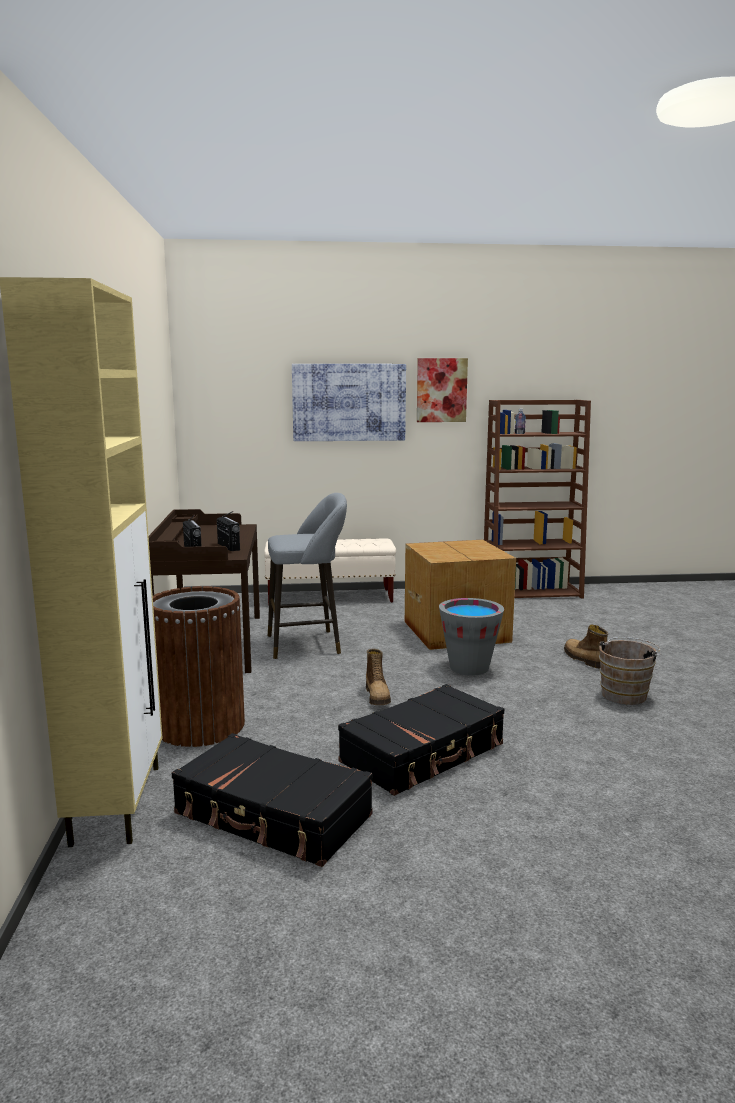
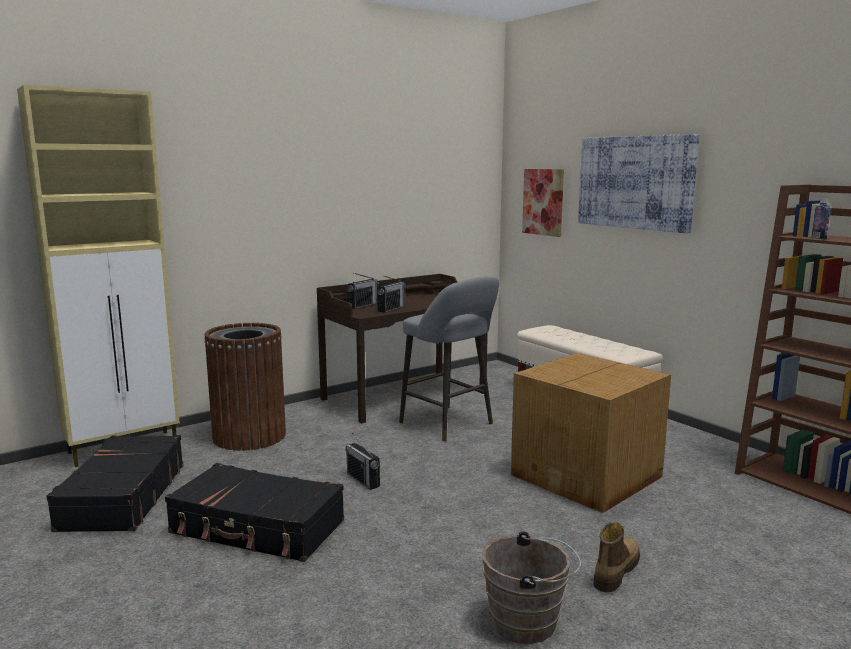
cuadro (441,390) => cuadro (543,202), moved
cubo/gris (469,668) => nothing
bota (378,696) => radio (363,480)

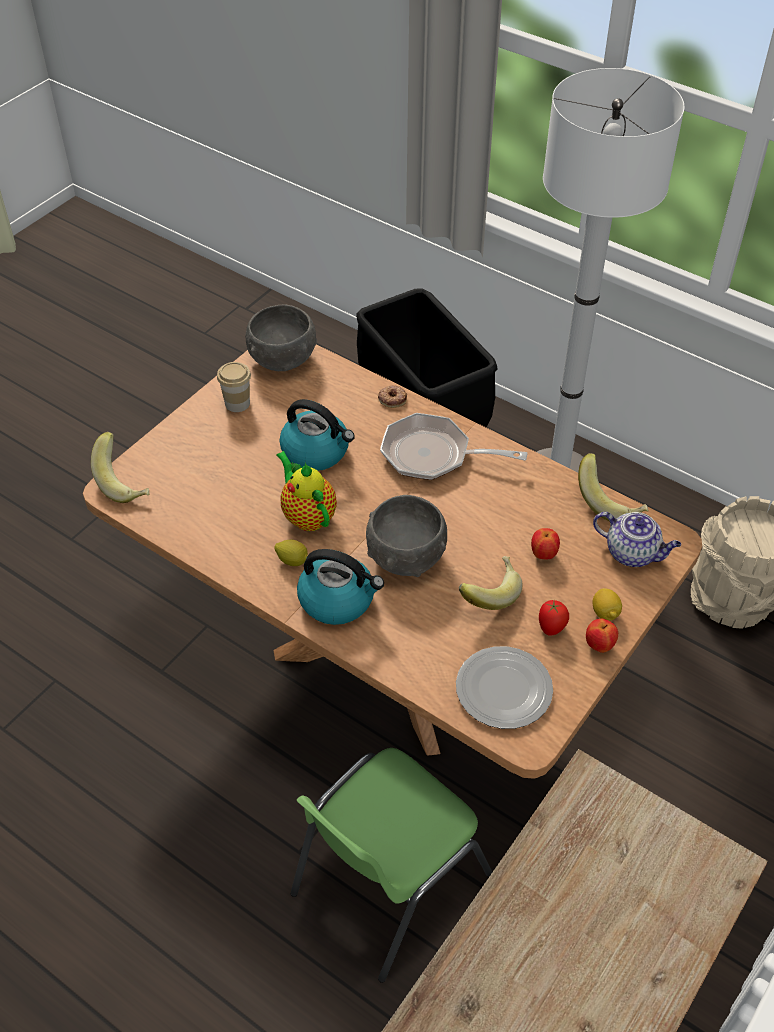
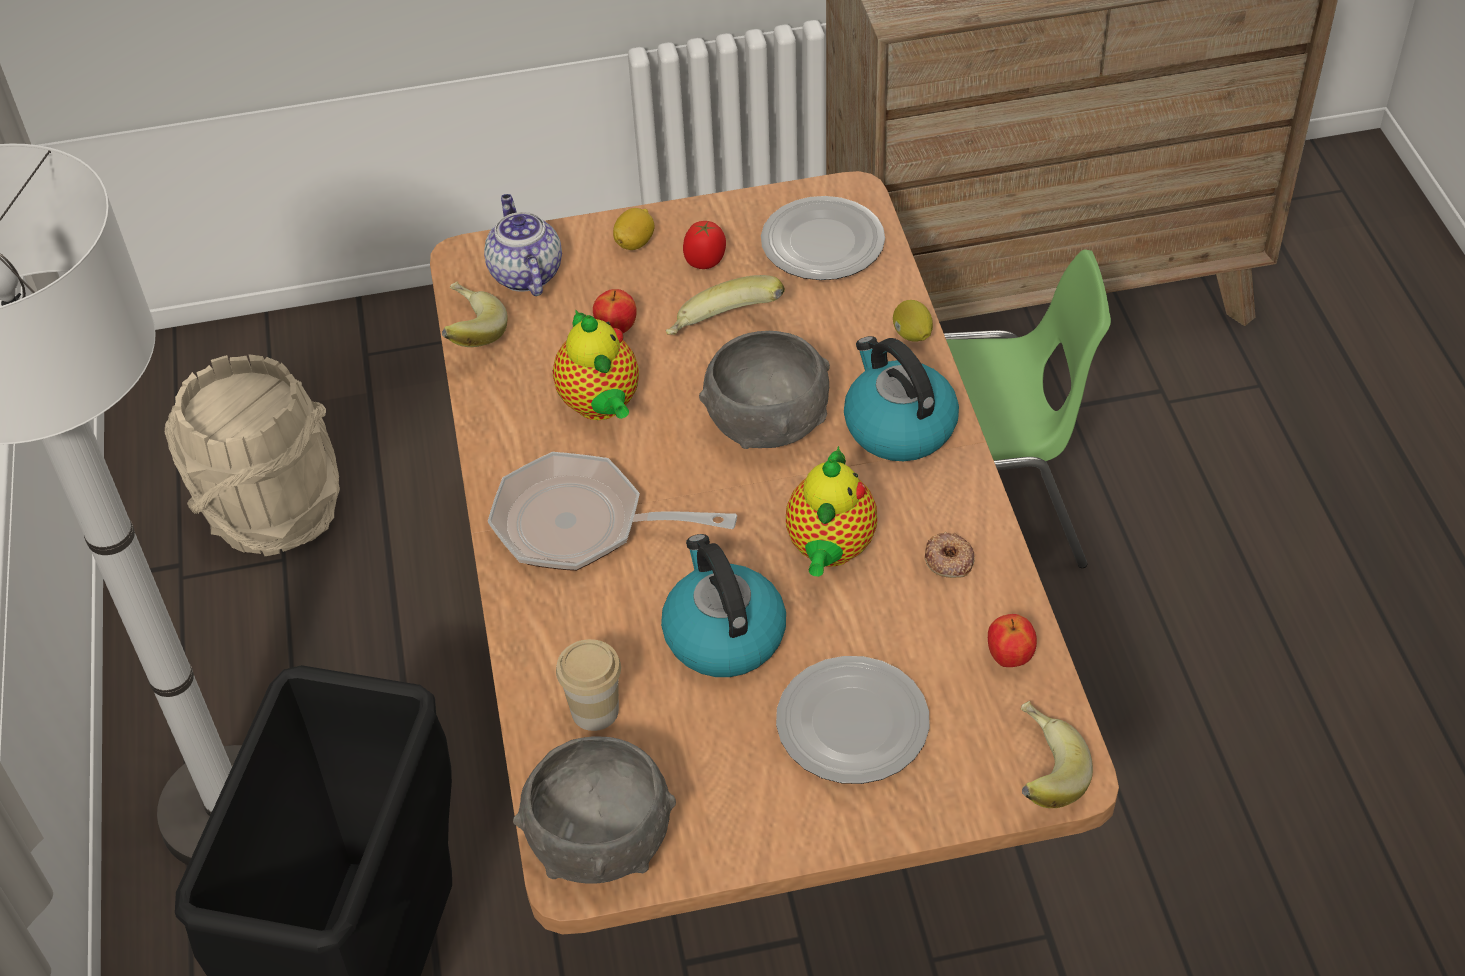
taza (237,403) => taza (595,710), moved
rosquilla (392,398) => rosquilla (948,560), moved
sartén (433,455) => sartén (582,524), 135 degrees clockwise
limón (292,560) => limón (912,335), moved
manzana (599,646) => manzana (1009,658), moved
nothing => tetera (601,406)
nothing => plato (851,722)

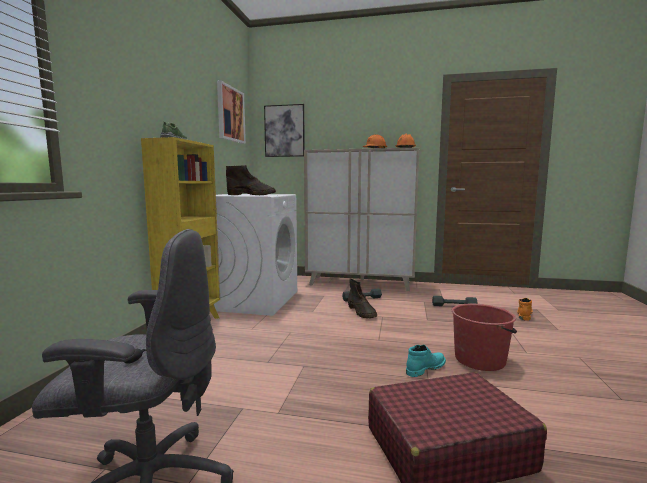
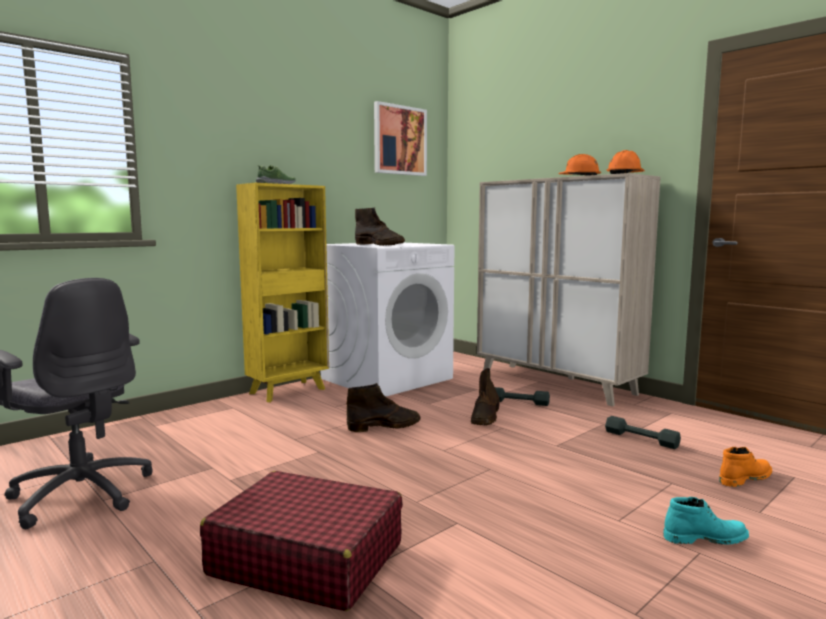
cuadro (284,131) => nothing
cubo/rojo (480,360) => nothing
bota/turquesa (425,368) => bota/turquesa (704,538), moved
nothing => bota/marrón (384,426)

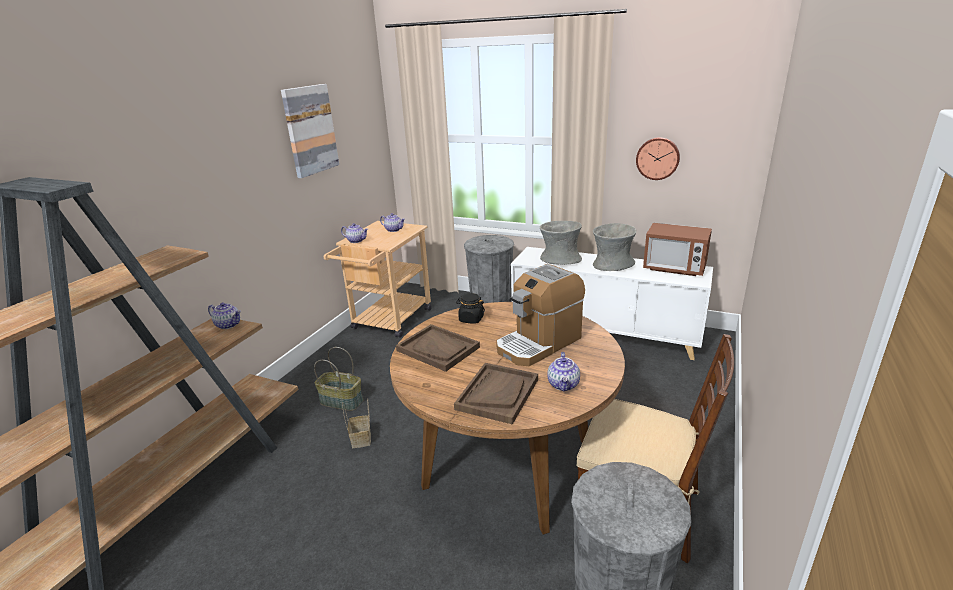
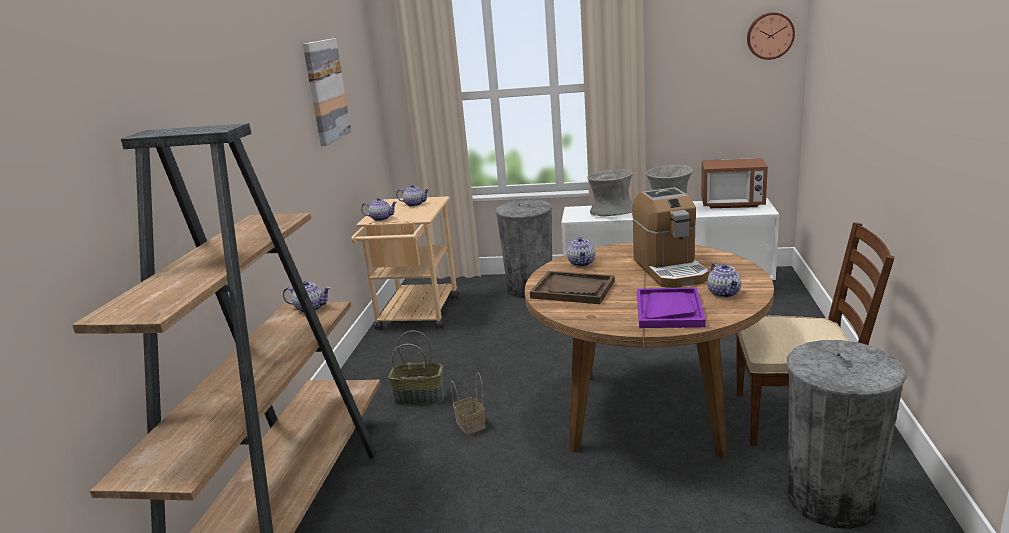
reloj de pared (657,158) => reloj de pared (770,36), moved
cafetera (538,343) => cafetera (670,269), 45 degrees counterclockwise
tarro/negro (471,319) => tetera (582,263)
bandeja/marrón (497,394) => bandeja/morado (669,310)

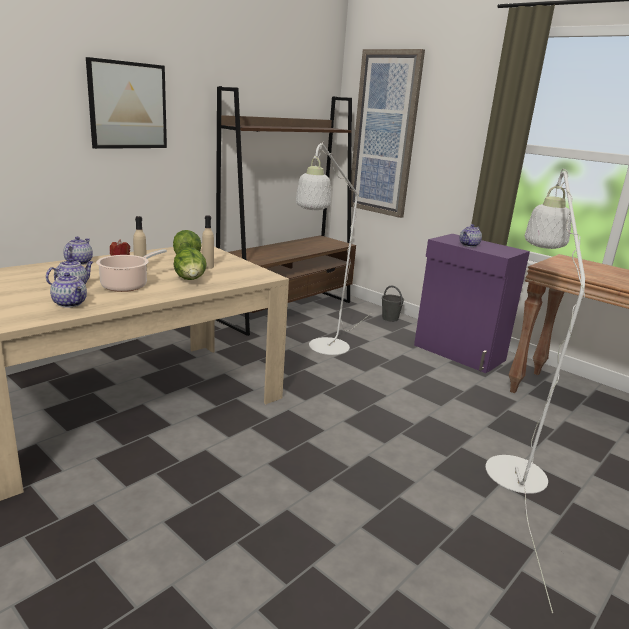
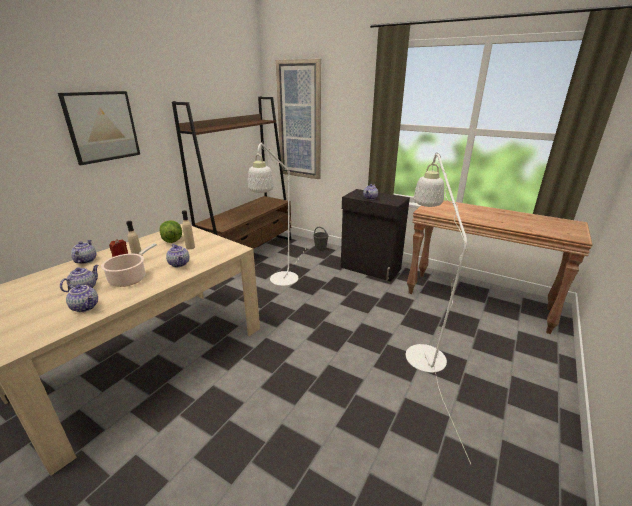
armario/morado (459,353) => armario/negro (370,268)
lechuga (190,280) => tetera (180,264)

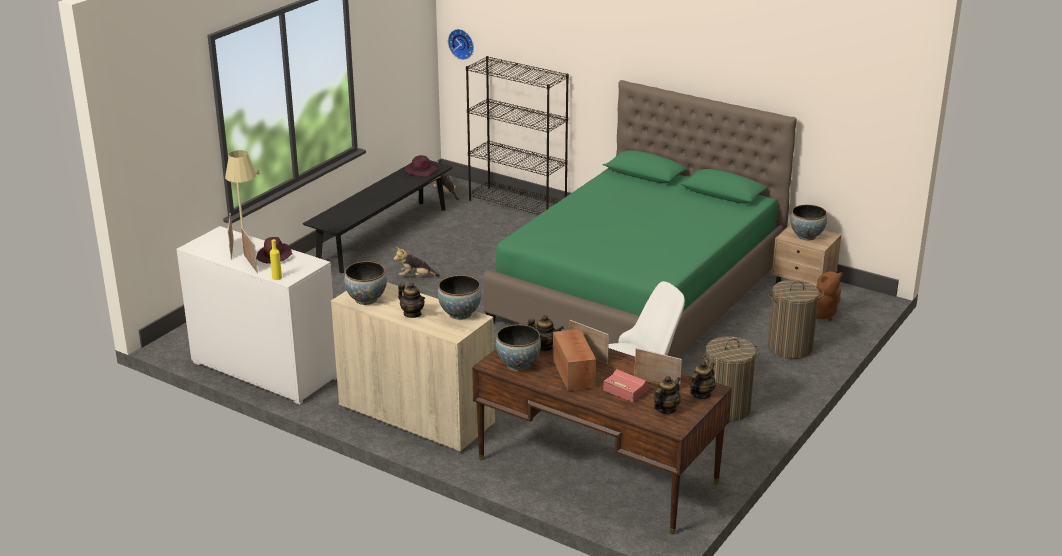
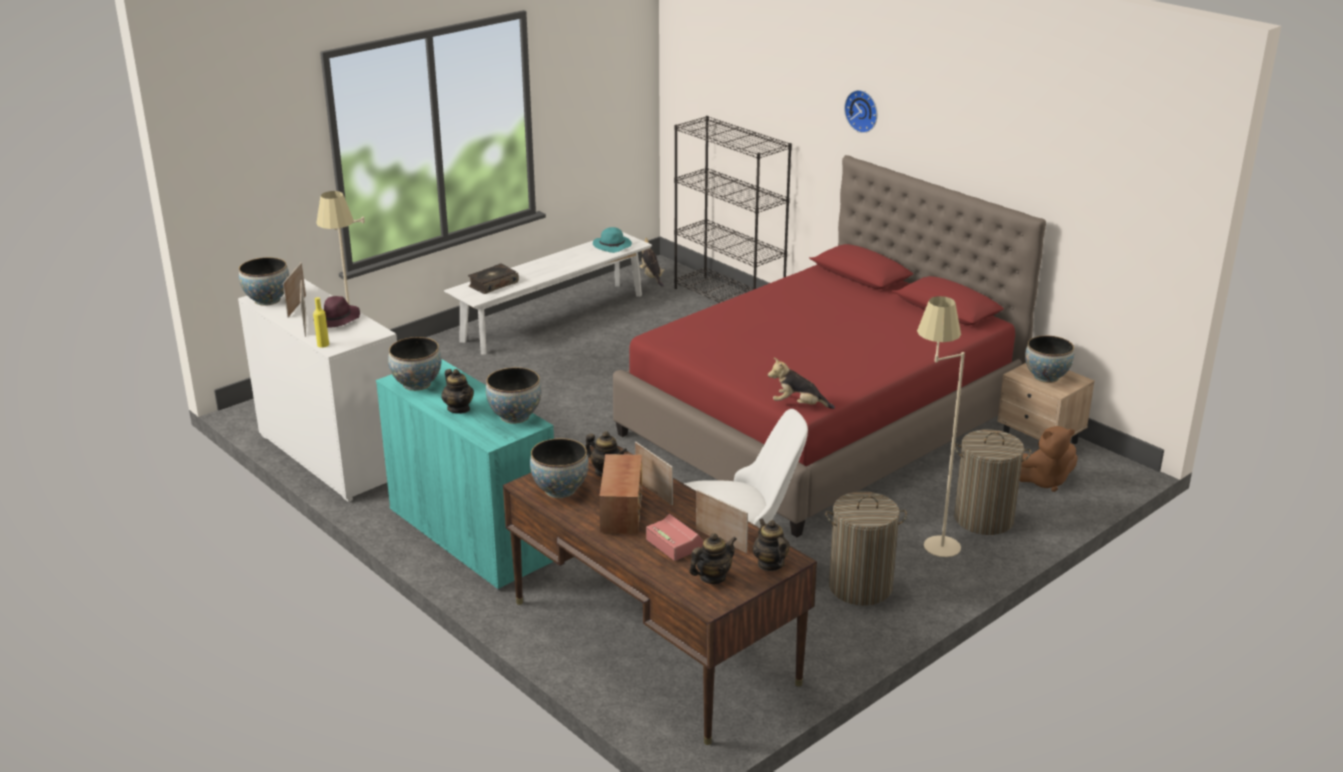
reloj de pared (462,43) => reloj de pared (863,110), moved
cama/verde (639,294) => cama/rojo (821,425)
sombrero/morado (421,171) => sombrero/turquesa (613,246)
banco/negro (383,236) => banco/blanco (553,317)
peluche (416,277) => peluche (798,405), moved
armario/beis (416,415) => armario/turquesa (473,535)
tetera (701,394) => tetera (770,564), 75 degrees counterclockwise
nothing => cuenco (267,300)
nothing => libro (493,284)
nothing => lámpara de pie/beis (928,539)

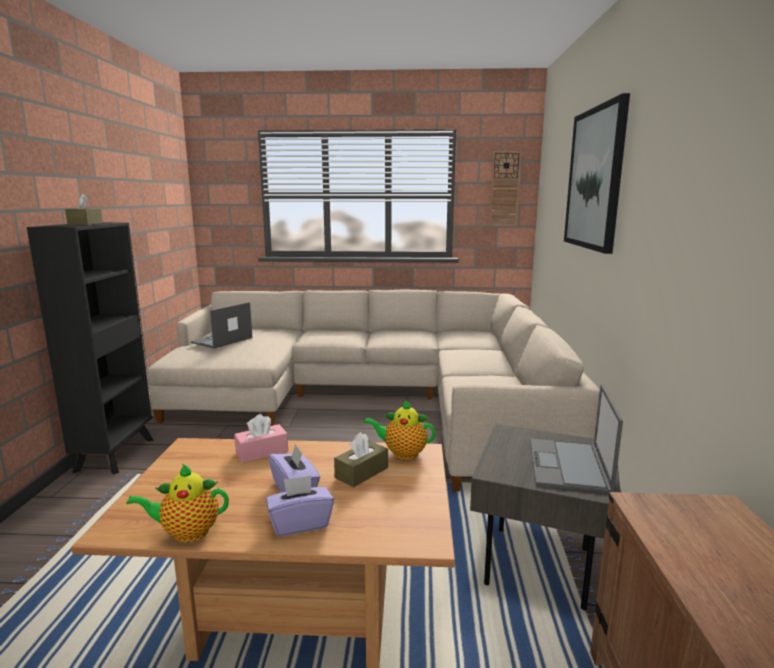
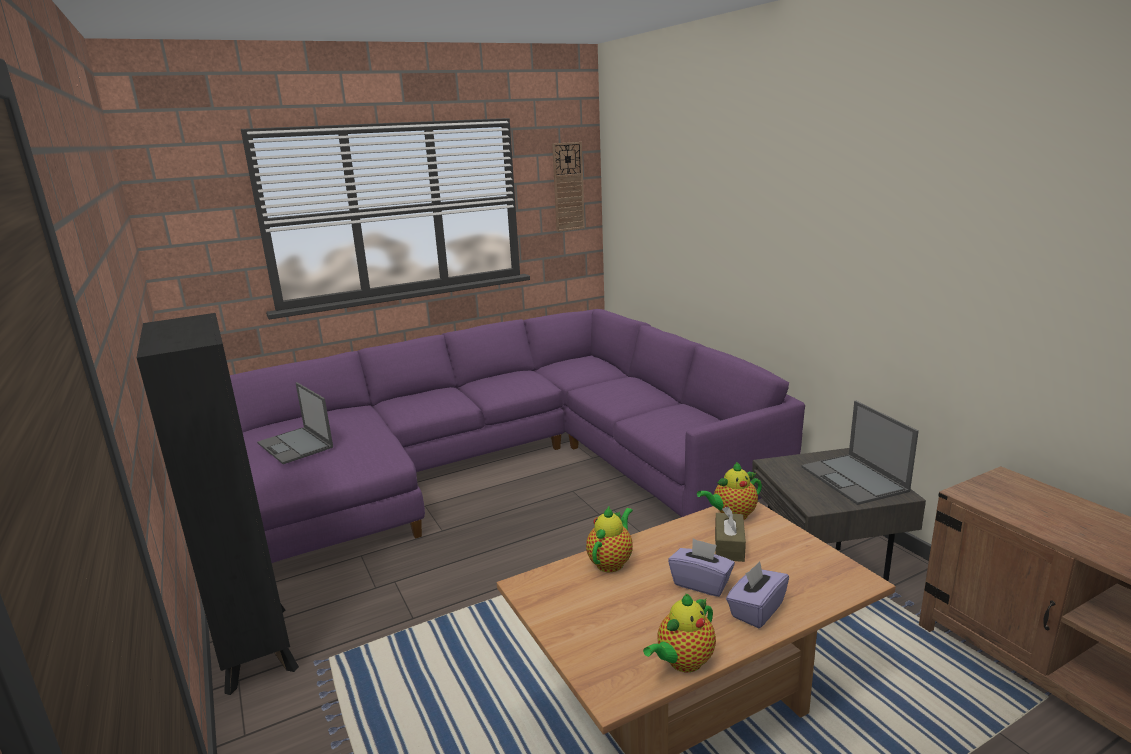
cuadro (595,179) => nothing
caja de pañuelos/marrón (85,224) => nothing
sofá/beis (375,400) => sofá/morado (501,467)
portátil (222,340) => portátil (296,445), 45 degrees counterclockwise
caja de pañuelos/rosa (262,452) => tetera (611,562)

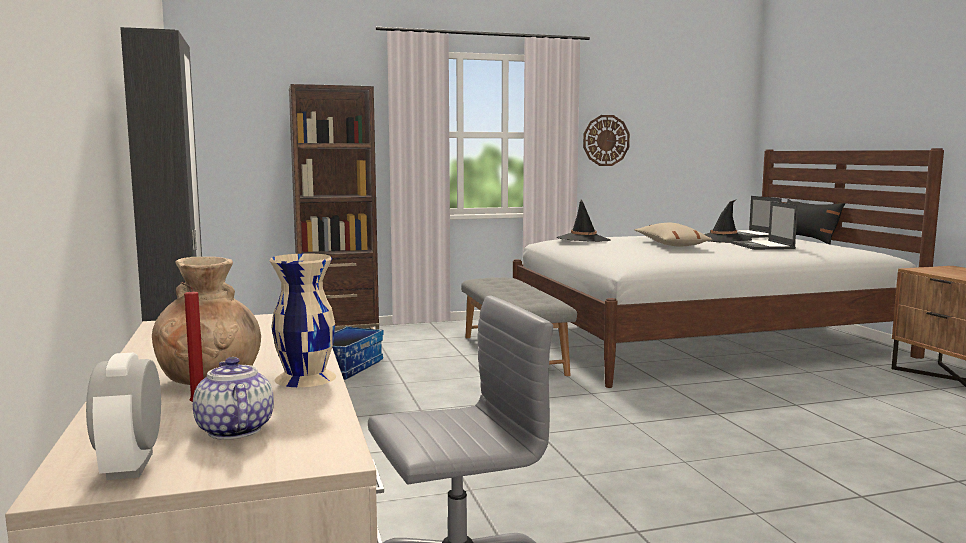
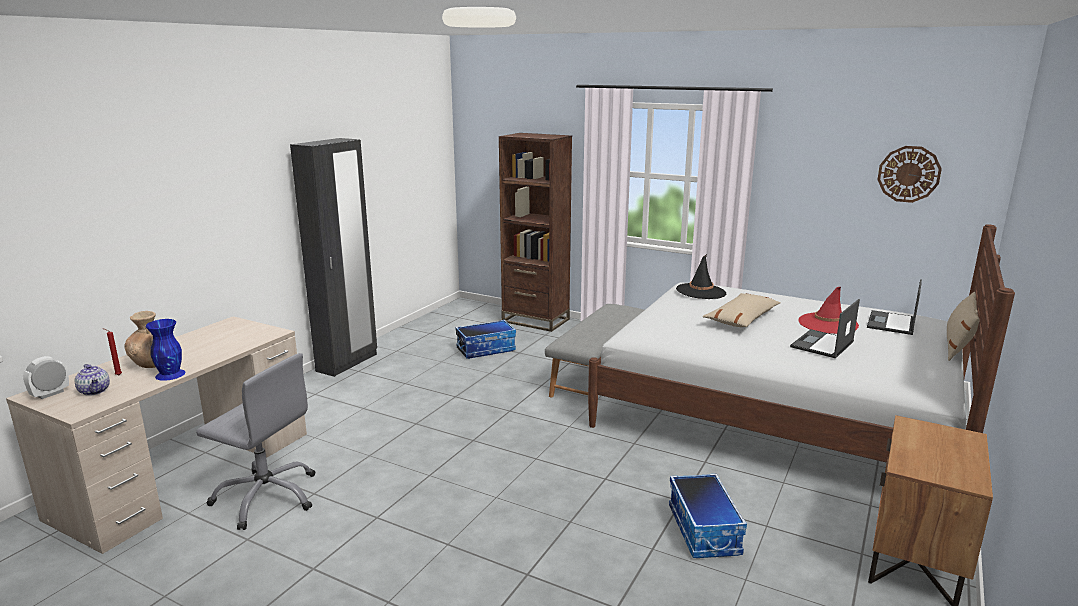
reloj de pared (606,140) => reloj de pared (908,174), moved
cojín/negro (806,239) => cojín/beis (958,345)
sombrero/negro (723,239) => sombrero/rojo (827,324)
florero/beis (304,377) => florero/azul (170,374)
tetera (233,430) => tetera (95,391), 120 degrees clockwise
nothing => caja de almacenaje (705,531)

